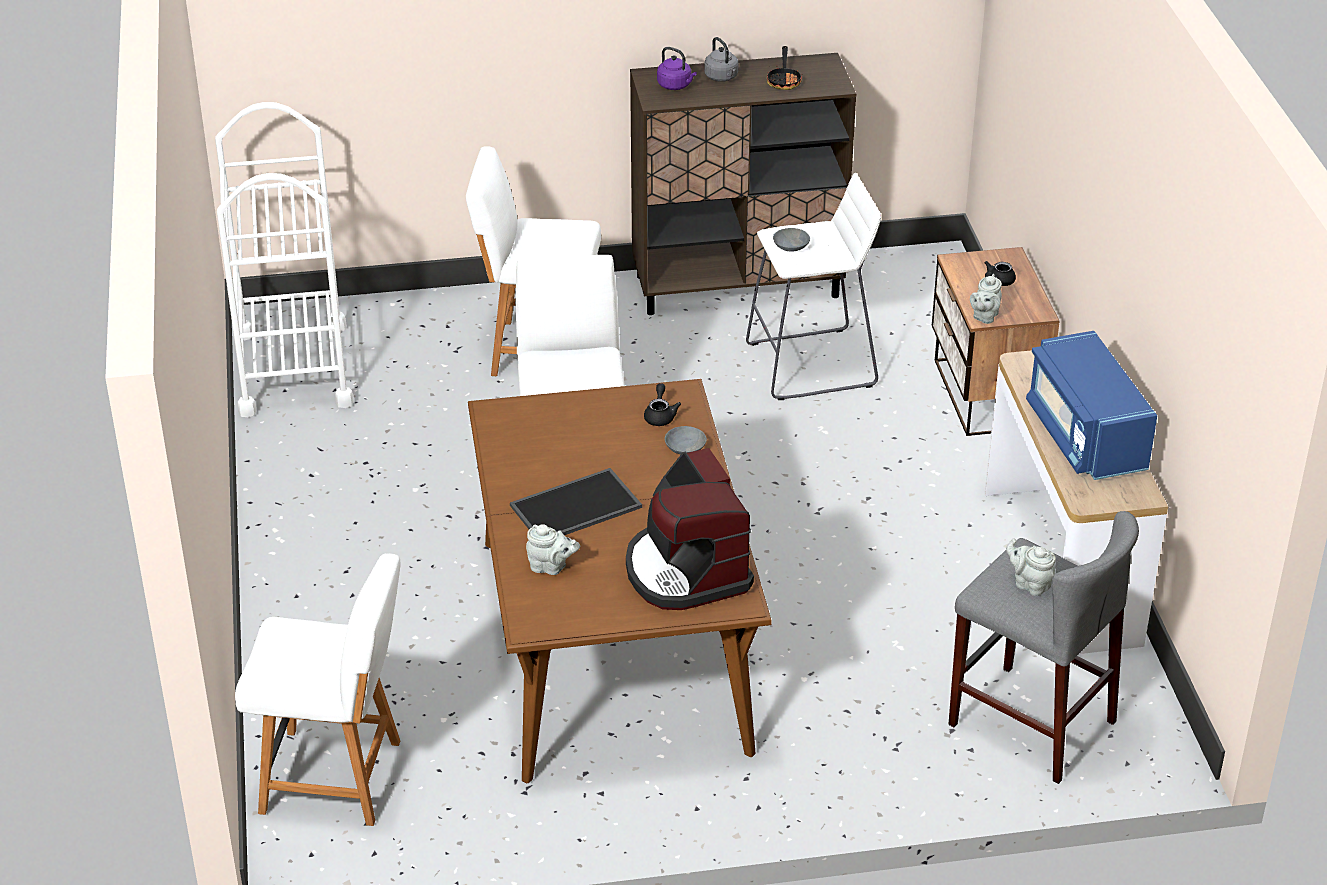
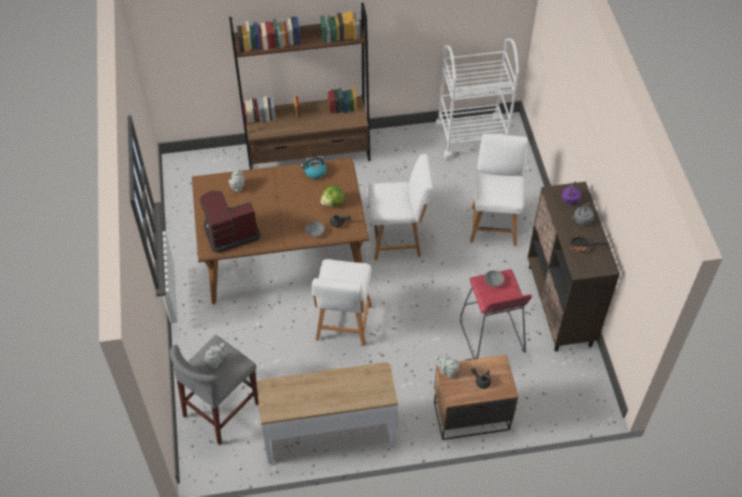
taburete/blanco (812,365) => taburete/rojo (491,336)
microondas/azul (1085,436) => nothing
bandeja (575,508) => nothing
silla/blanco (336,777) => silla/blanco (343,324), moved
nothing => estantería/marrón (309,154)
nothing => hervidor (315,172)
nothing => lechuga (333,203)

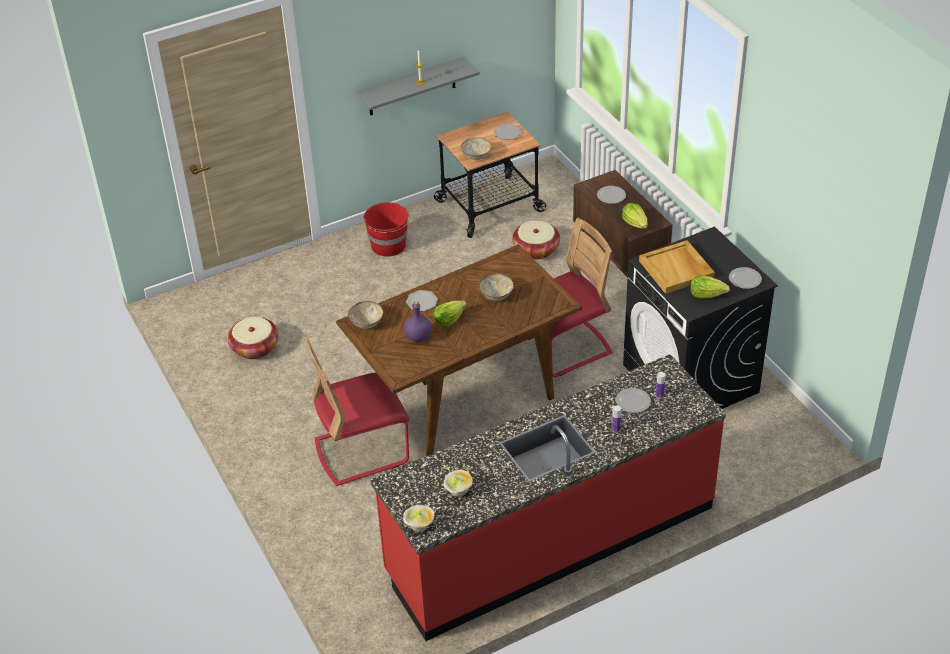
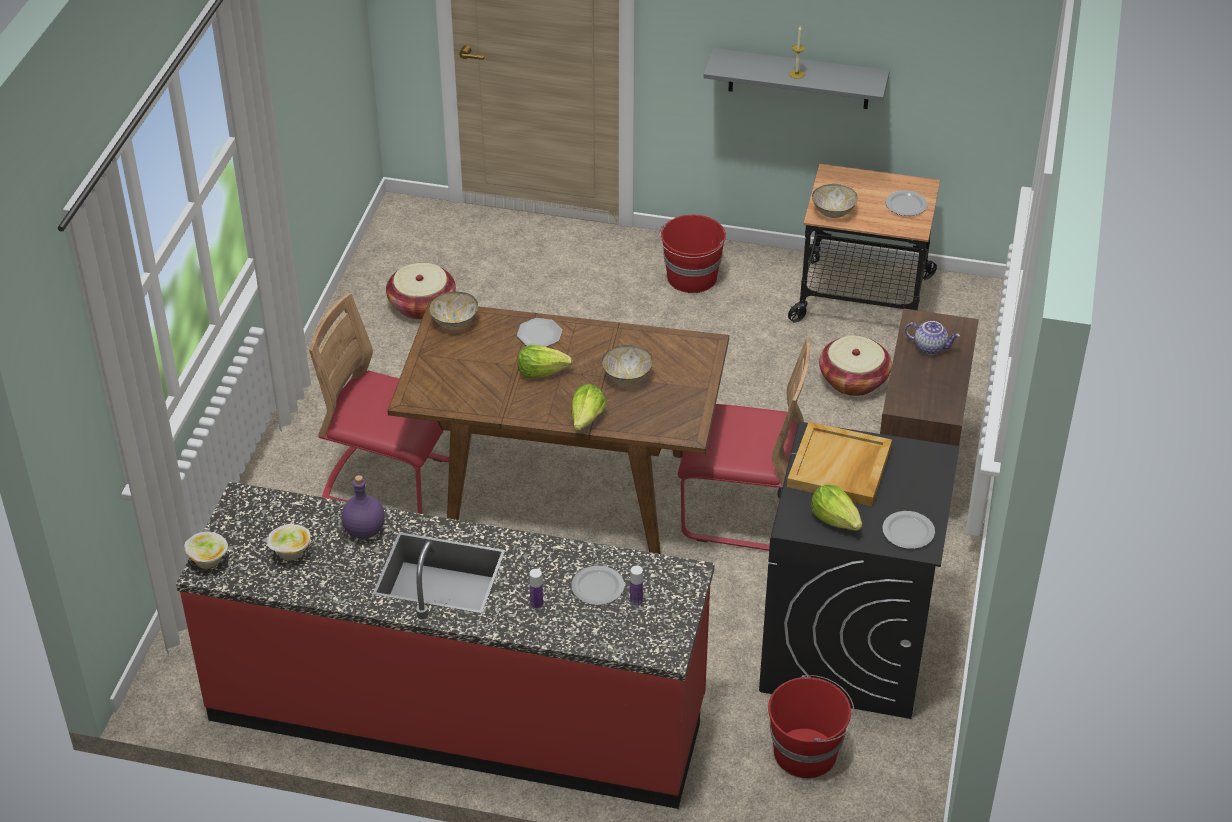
plato (610,196) => tetera (930,347)
lechuga (635,223) => lechuga (587,419), moved
botella/morado (419,337) => botella/morado (365,531), moved
nothing => cubo/rojo (806,752)

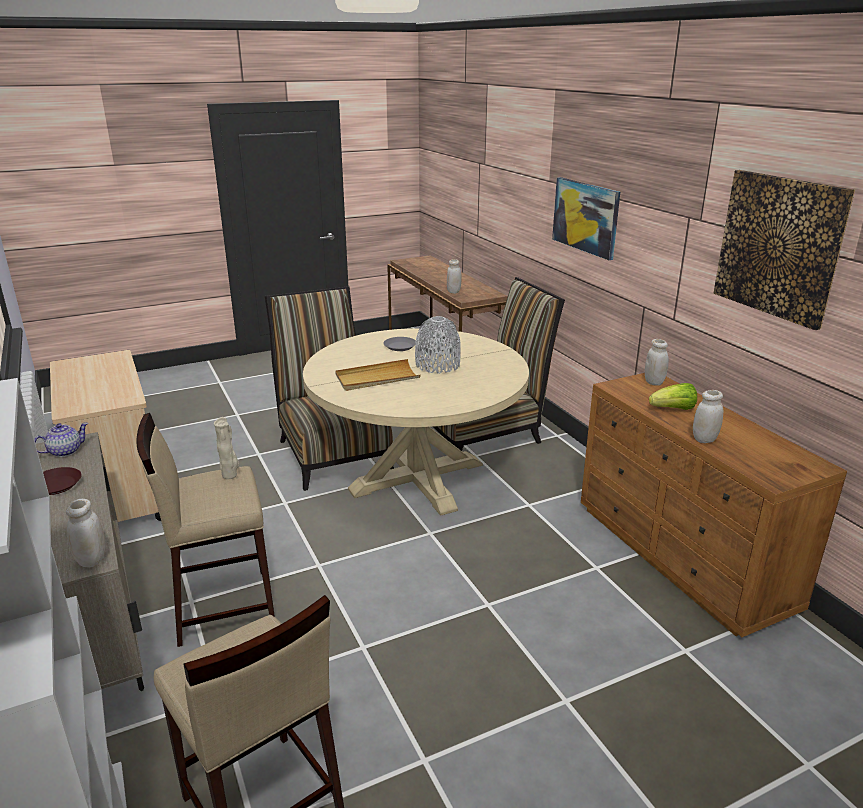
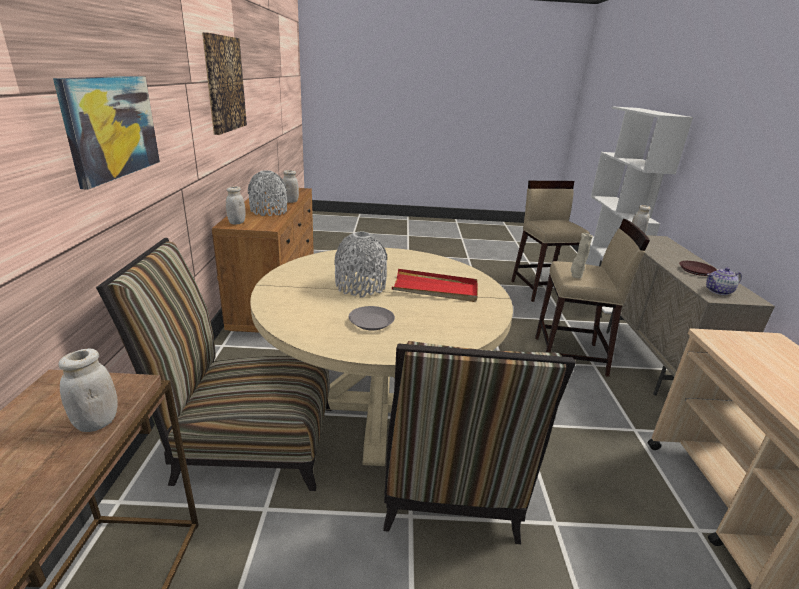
bandeja/beis (377,378) => bandeja/rojo (435,289)
lechuga (673,409) => florero/gris (269,211)

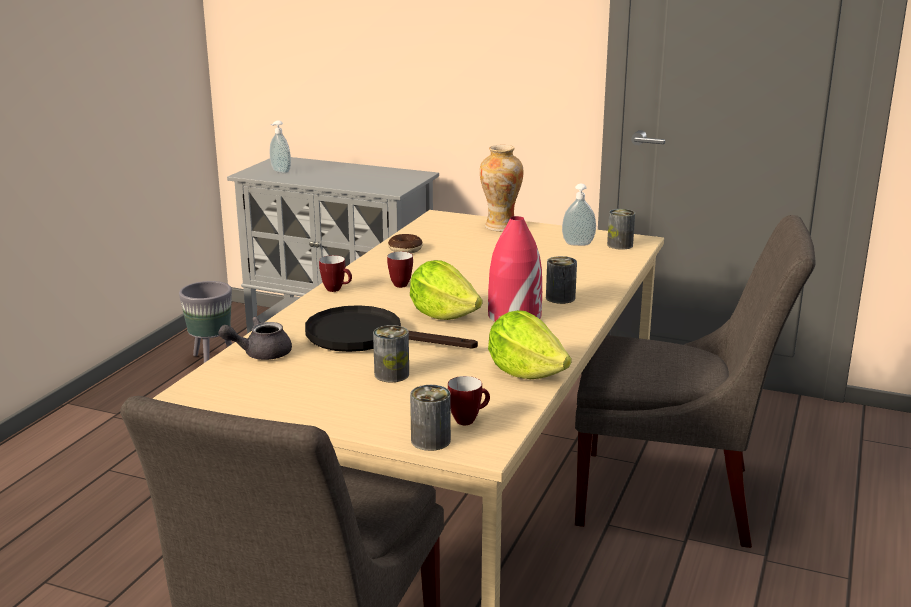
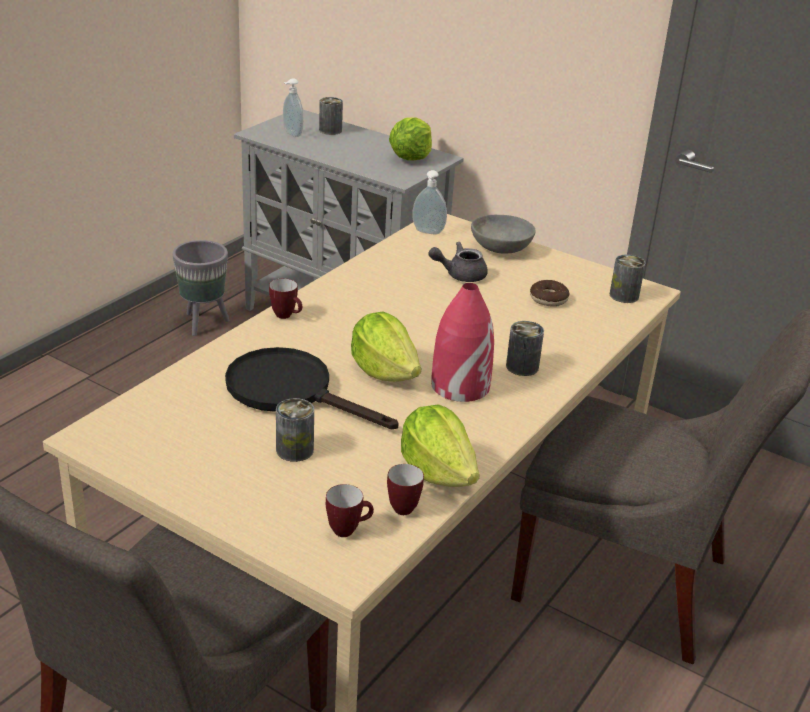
florero (500,227) => cuenco/gris (501,248)
dispensador de jabón (578,245) => dispensador de jabón (427,232), moved
rosquilla (405,249) => rosquilla (548,299), moved
taza grande (400,284) => taza grande (403,506), moved
tetera/gris (260,354) => tetera/gris (460,275), moved
lata (430,440) => lata (330,130), moved
nothing => lechuga (410,157)

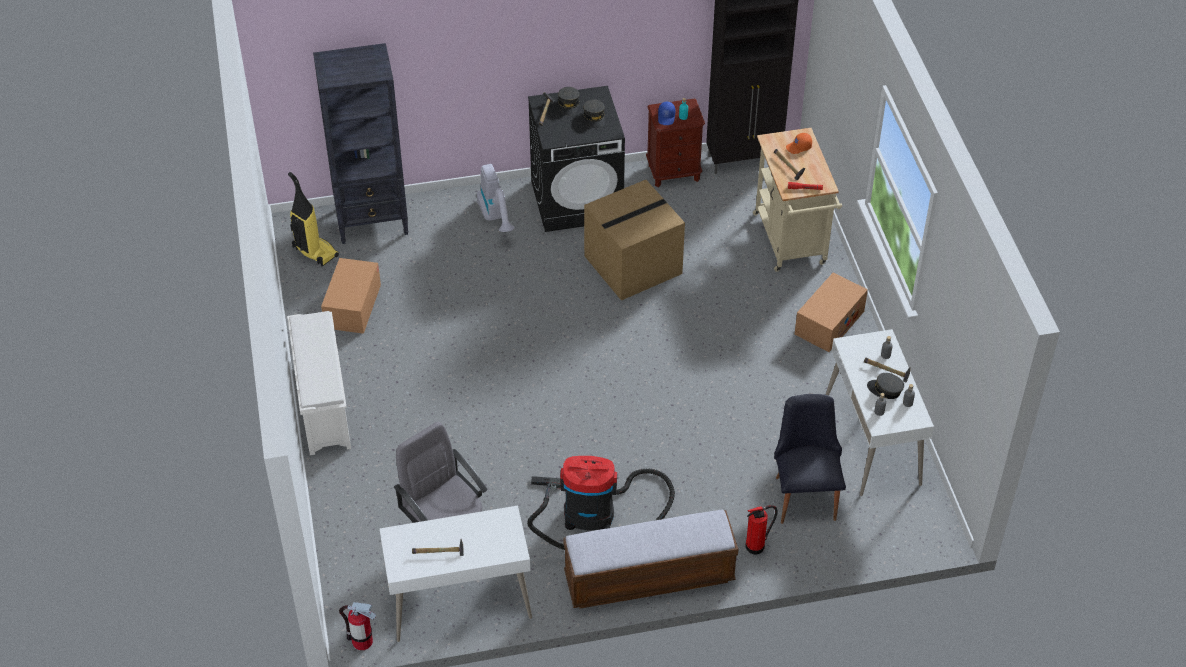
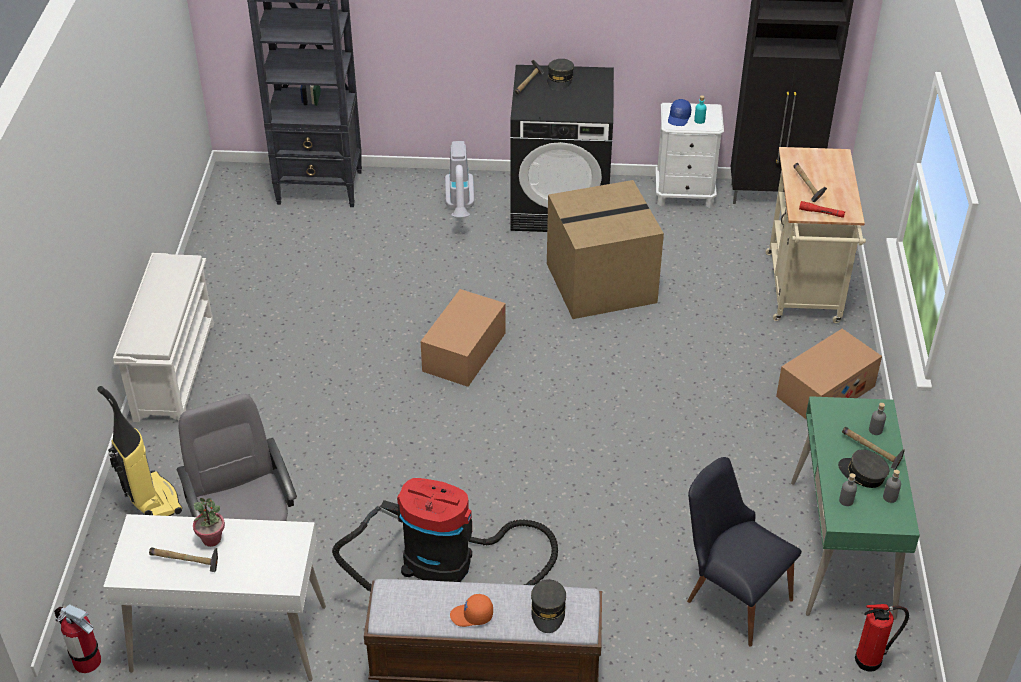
gorra/gris (594,117) => gorra/gris (548,610), moved
mesita de noche/marrón (674,172) => mesita de noche/blanco (684,194)
gorra/naranja (799,147) => gorra/naranja (472,616), moved
aspiradora (314,252) => aspiradora (151,500), moved
caja de cartón (353,306) => caja de cartón (464,352), moved
escritorio/blanco (872,442) => escritorio/verde (842,548)
silla/negro (804,492) => silla/negro (731,594), 60 degrees counterclockwise
extintor (757,546) => extintor (871,660), moved
nothing => planta en maceta (212,539)

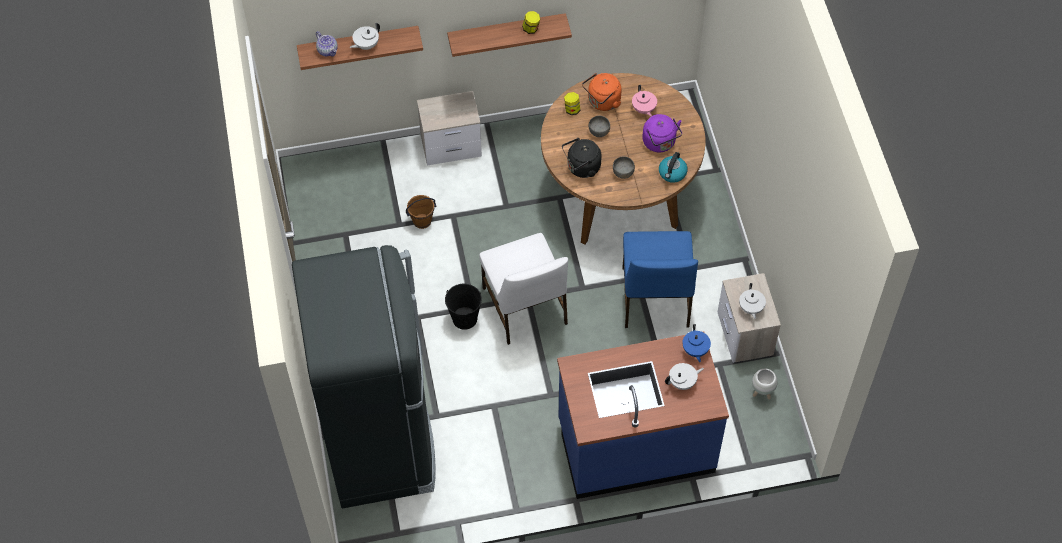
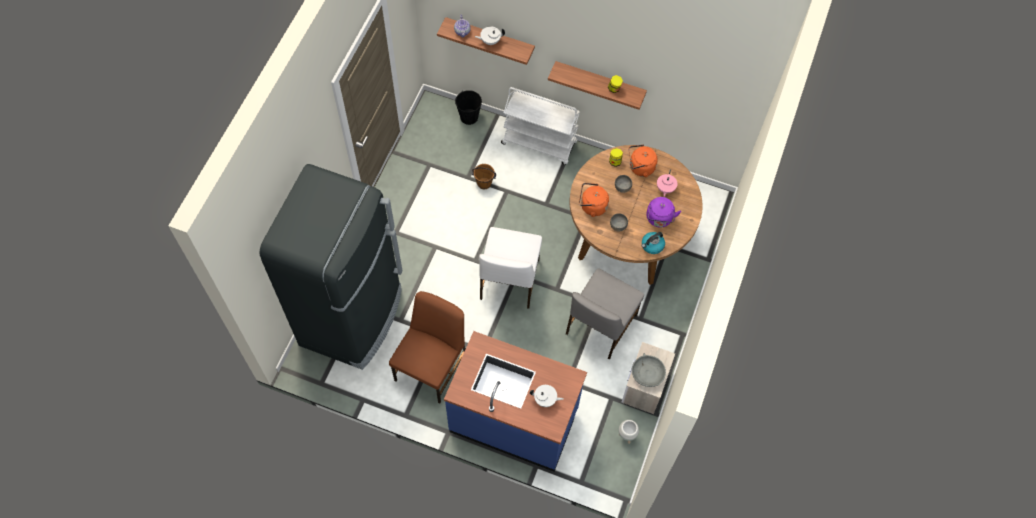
mesita de noche (452,146) => carrito/blanco (539,143)
hervidor/negro (581,168) => hervidor/naranja (592,206)
silla/azul (654,298) => silla/gris (600,325)
tetera/blanco (750,308) => cuenco/gris (647,373)
cubo/negro (464,318) => cubo/negro (469,117), moved
tetera/azul (695,350) => nothing
nothing => silla/marrón (432,367)

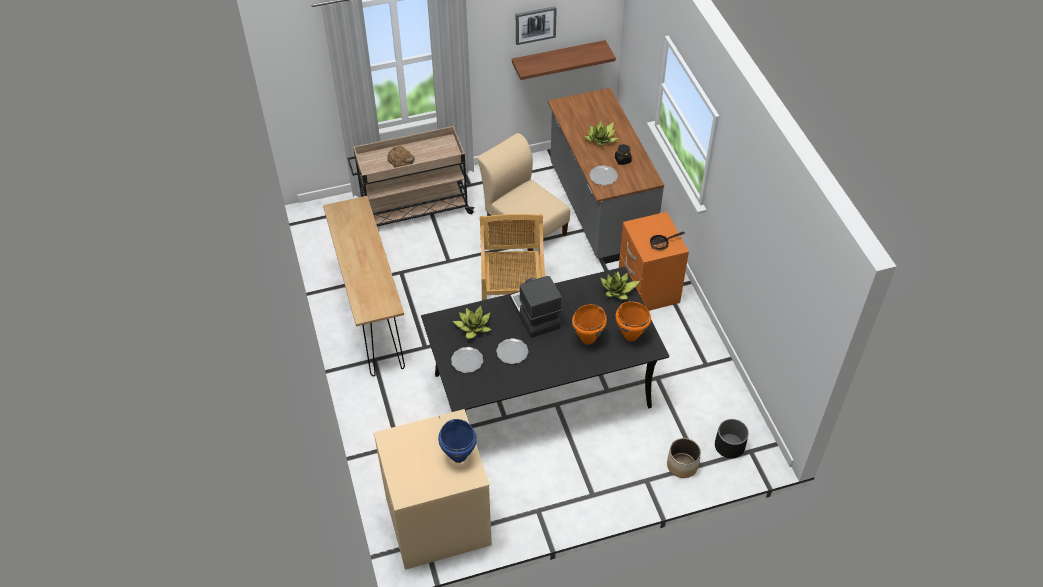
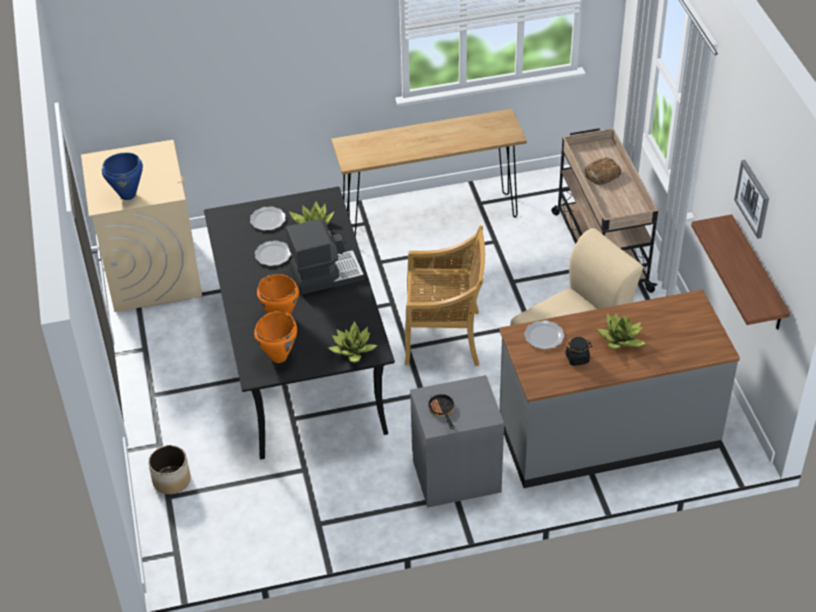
mesita de noche/naranja (648,288) => mesita de noche/gris (456,475)
maceta/negro (729,446) => nothing

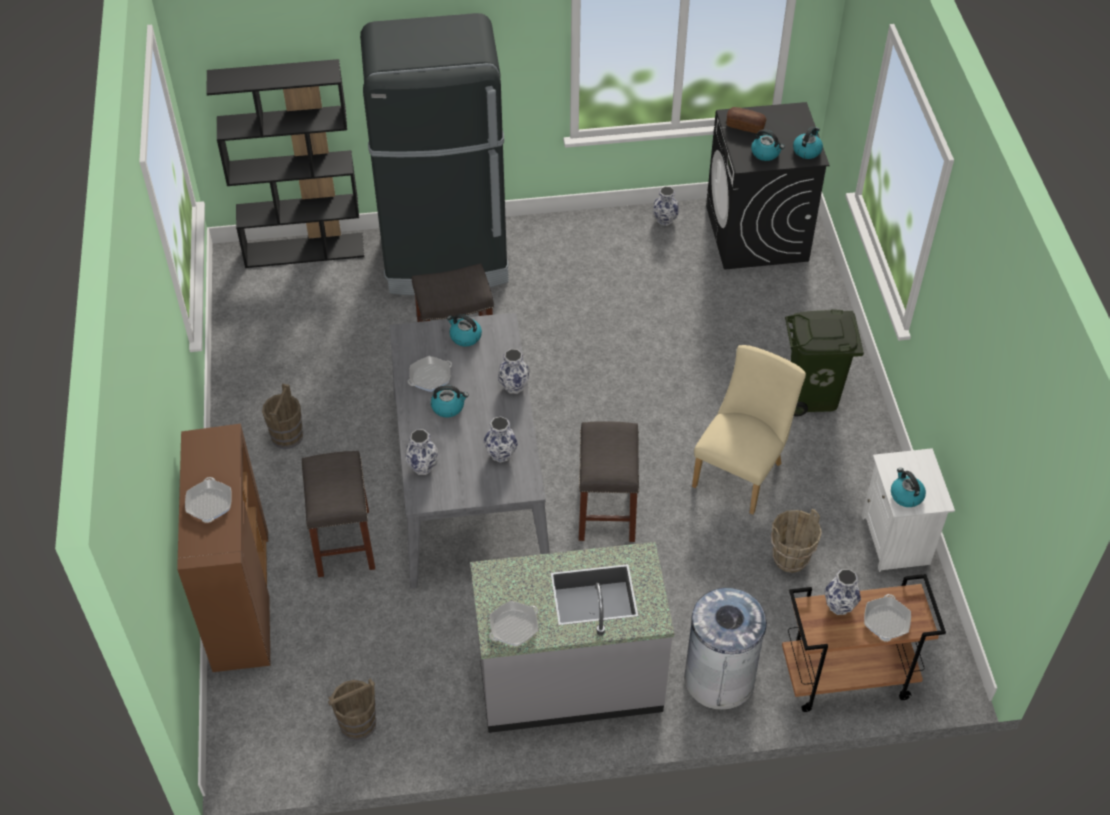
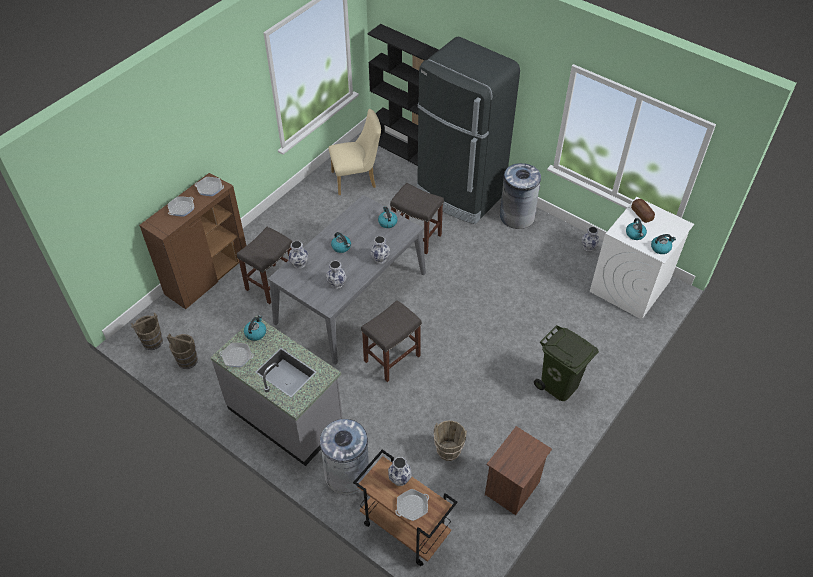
lavadora/negro (757,234) => lavadora/blanco (629,286)
silla/beis (741,471) => silla/beis (357,179), moved
sartén (430,377) => sartén (210,188), moved
cubo/marrón (287,436) => cubo/marrón (152,342), moved
mesita de noche/blanco (897,540) => mesita de noche/marrón (513,489)
hervidor (906,495) => hervidor (255,333), moved
nothing => papelera/gris (516,216)

